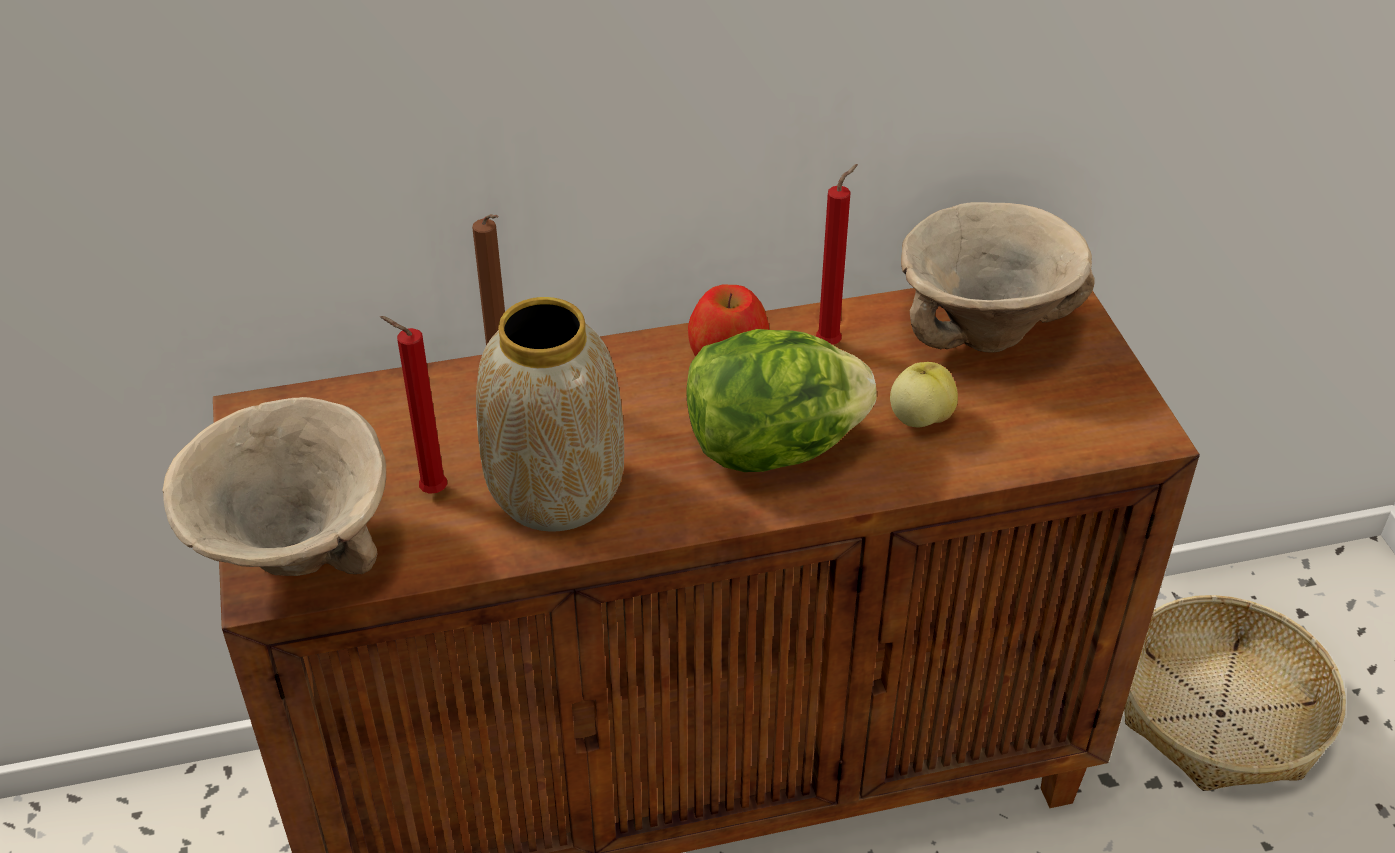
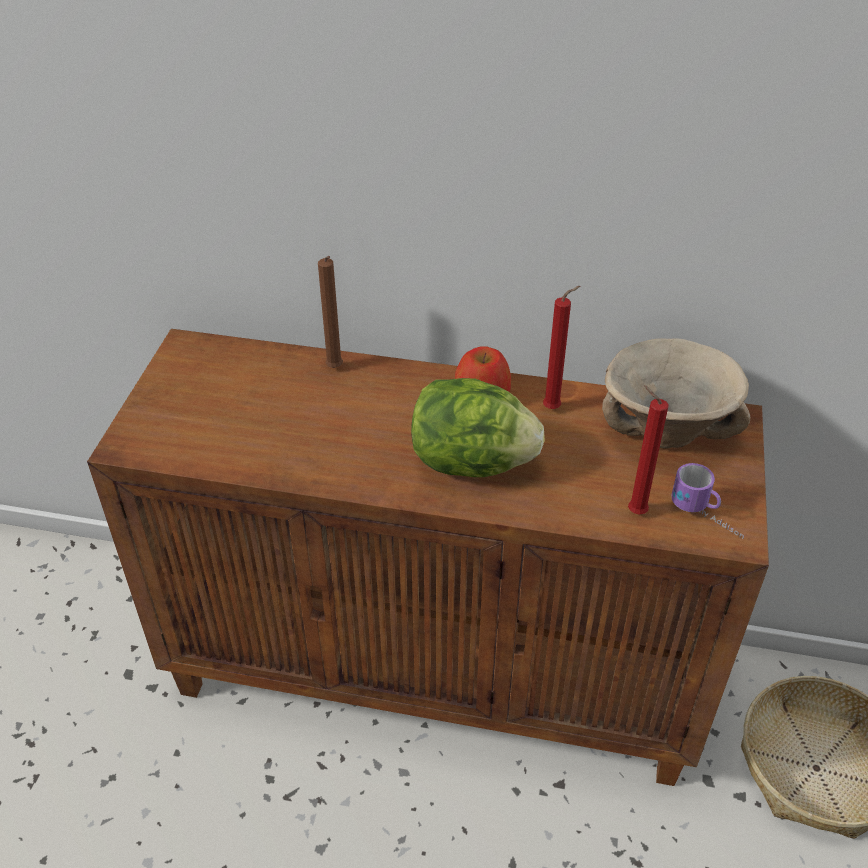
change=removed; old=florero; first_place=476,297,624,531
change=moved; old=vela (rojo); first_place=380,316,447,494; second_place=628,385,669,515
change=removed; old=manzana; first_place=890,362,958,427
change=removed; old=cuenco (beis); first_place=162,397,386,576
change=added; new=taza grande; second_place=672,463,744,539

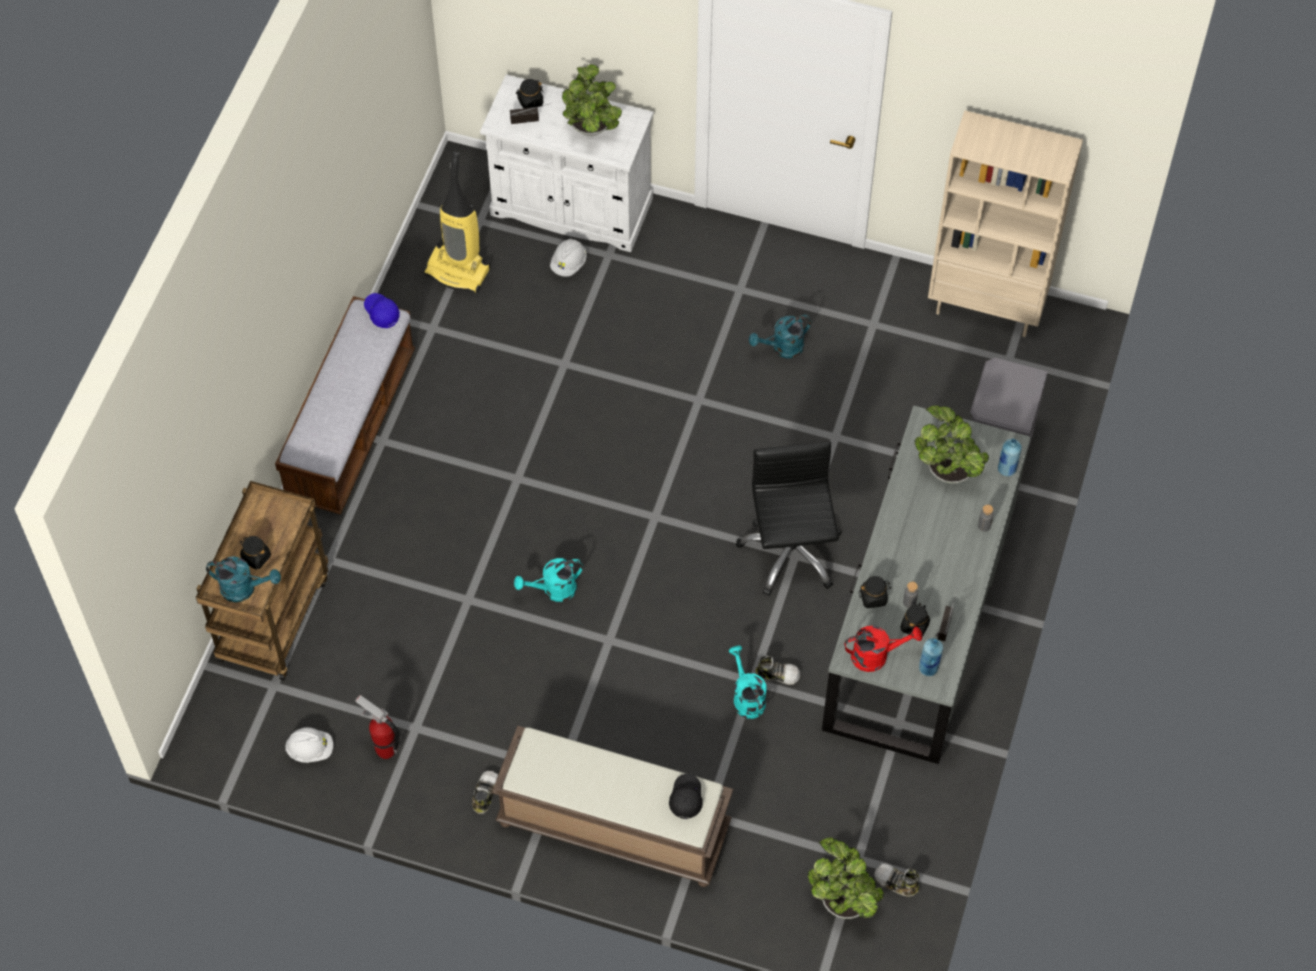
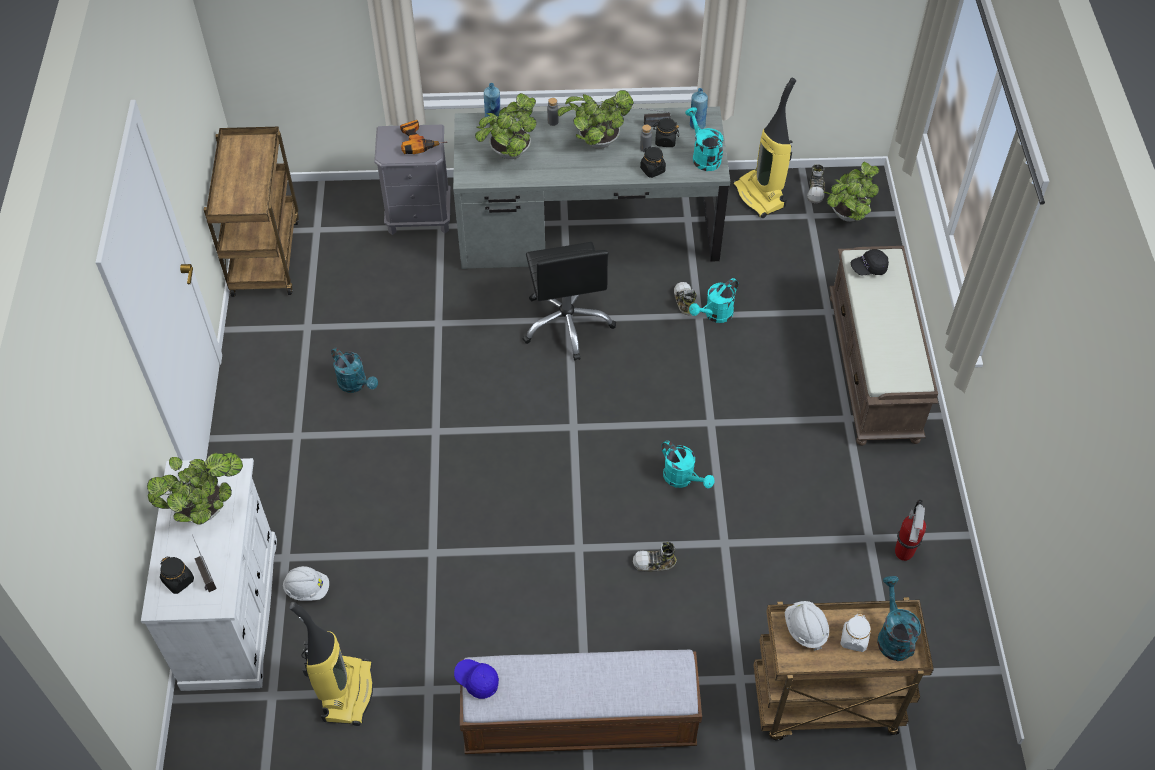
change=replaced; old=estantería (beis); new=carrito (marrón); first_place=928,110,1083,337; second_place=204,127,299,297
change=turned; old=gorra (azul); first_place=364,293,400,328; second_place=454,659,499,699; degrees=90
change=turned; old=silla de oficina (negro); first_place=736,441,842,596; second_place=523,242,616,361; degrees=-75
change=recoloured; old=tarro (negro); new=tarro (blanco); first_place=240,536,271,570; second_place=840,614,871,652
change=recoloured; old=regadera (rojo); new=regadera (turquesa); first_place=844,626,922,672; second_place=685,107,724,171
change=moved; old=casco (blanco); first_place=285,727,333,763; second_place=785,601,829,651
change=moved; old=zapato; first_place=472,771,498,814; second_place=633,542,677,572
change=added; new=aspiradora; second_place=733,77,796,218
change=added; new=planta en maceta; second_place=557,90,634,149
change=added; new=taladro; second_place=400,120,447,154

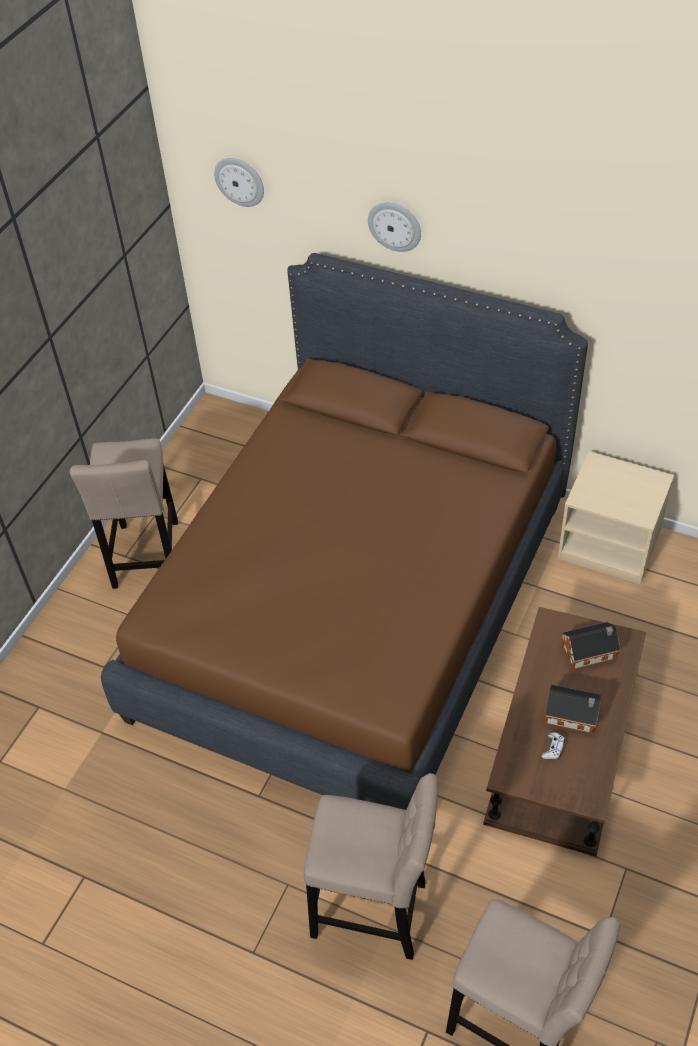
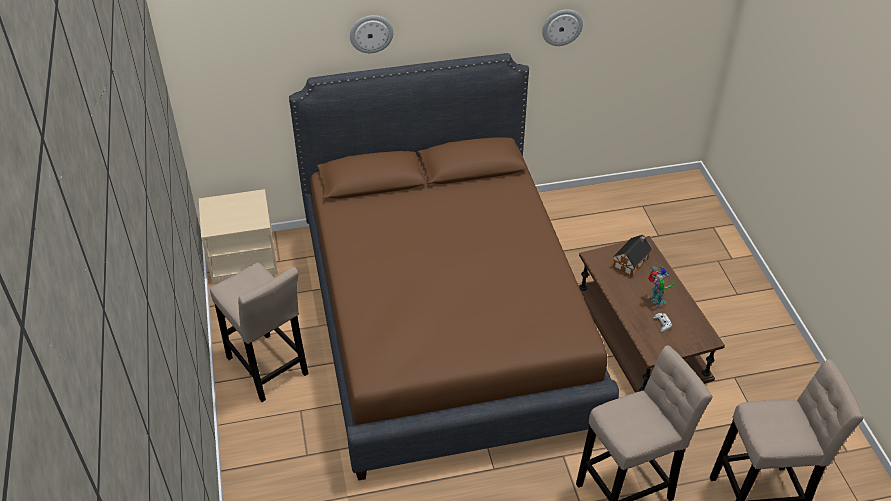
change=moved; old=reloj de pared; first_place=214,158,264,207; second_place=542,9,583,46
change=moved; old=mesita de noche (beis); first_place=558,451,674,585; second_place=199,189,278,284
change=replaced; old=casita; new=robot de juguete; first_place=545,685,601,734; second_place=648,265,675,307

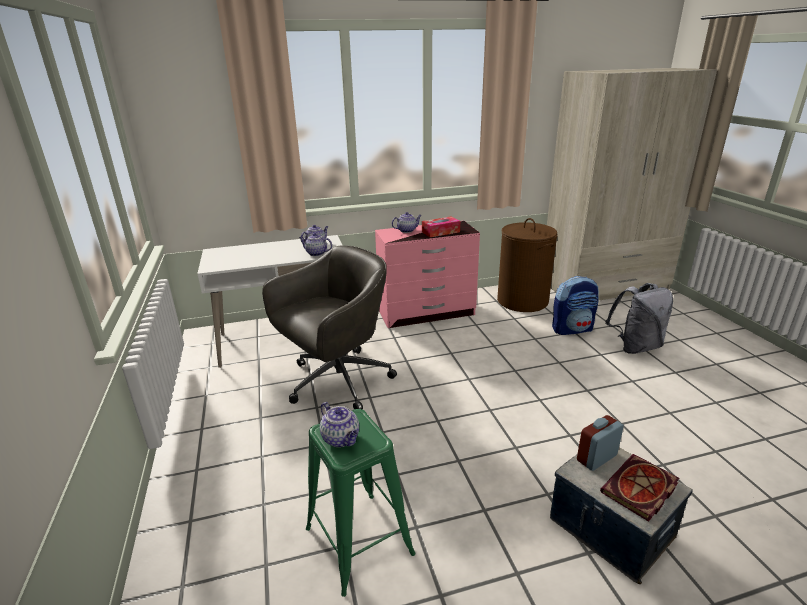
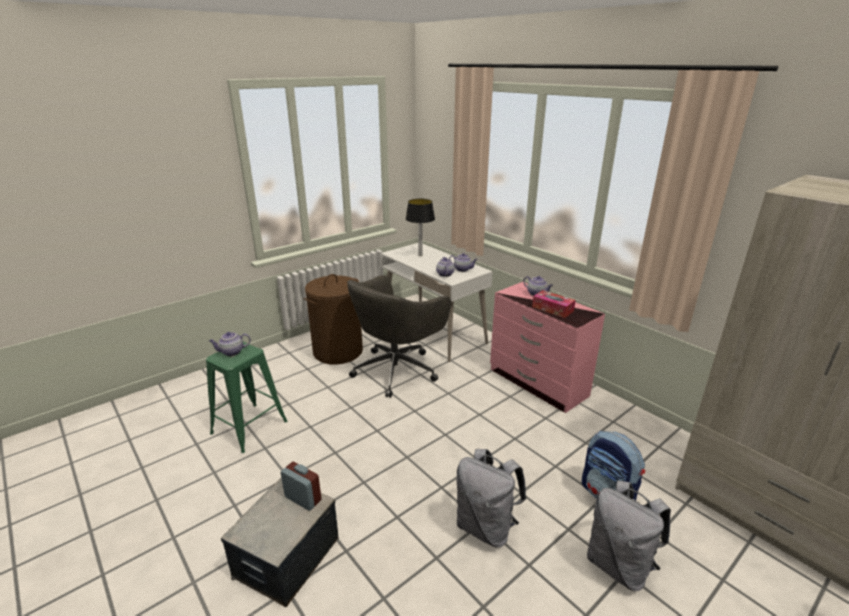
change=moved; old=cesto de la ropa (marrón); first_place=497,218,557,312; second_place=303,274,363,365
change=turned; old=silla de oficina (gris); first_place=262,245,397,410; second_place=347,275,451,398; degrees=105
change=turned; old=tetera; first_place=320,402,359,447; second_place=209,332,251,356; degrees=45
change=removed; old=libro; first_place=600,454,679,522
change=added; new=lámpara de mesa; second_place=406,199,435,256
change=added; new=mochila (gris); second_place=456,449,526,548

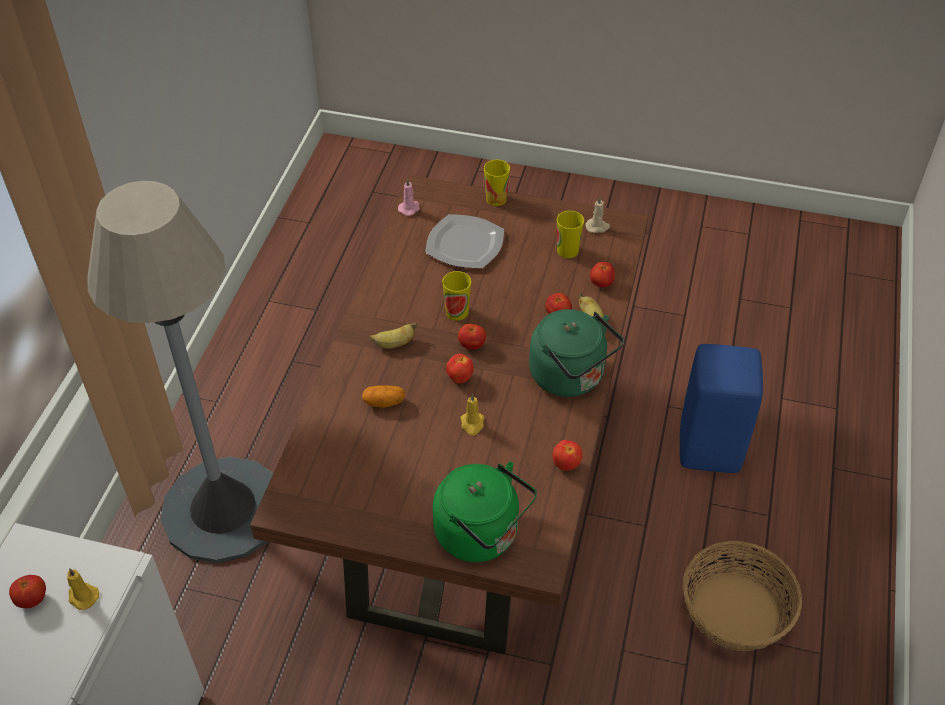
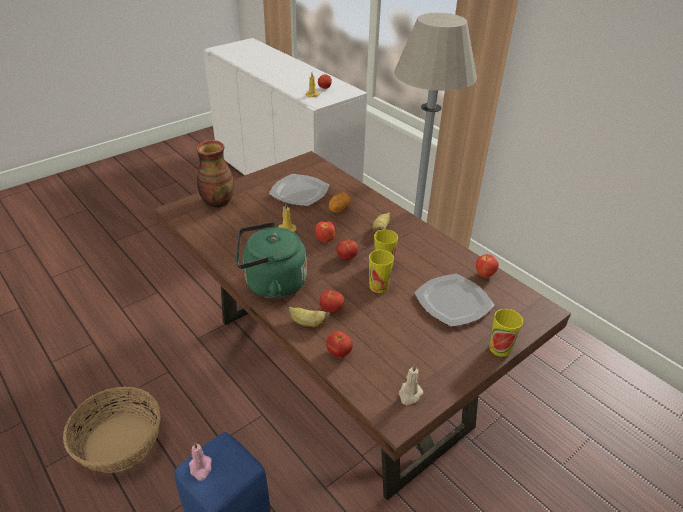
change=moved; old=vela (rosa); first_place=398,178,420,216; second_place=189,442,212,481
change=moved; old=taza; first_place=557,211,584,258; second_place=369,250,394,293
change=moved; old=manzana; first_place=552,440,583,471; second_place=476,254,499,278
change=replaced; old=hervidor (verde); new=florero; first_place=433,461,537,562; second_place=196,140,234,208
change=added; new=plato; second_place=269,174,329,206

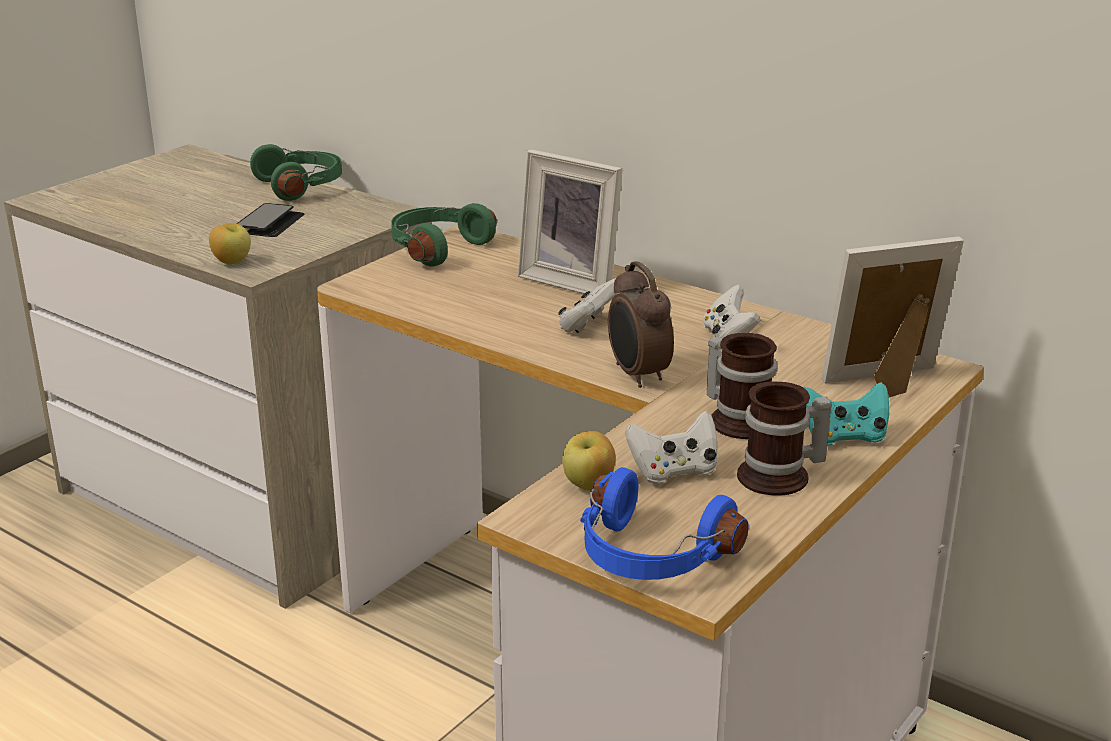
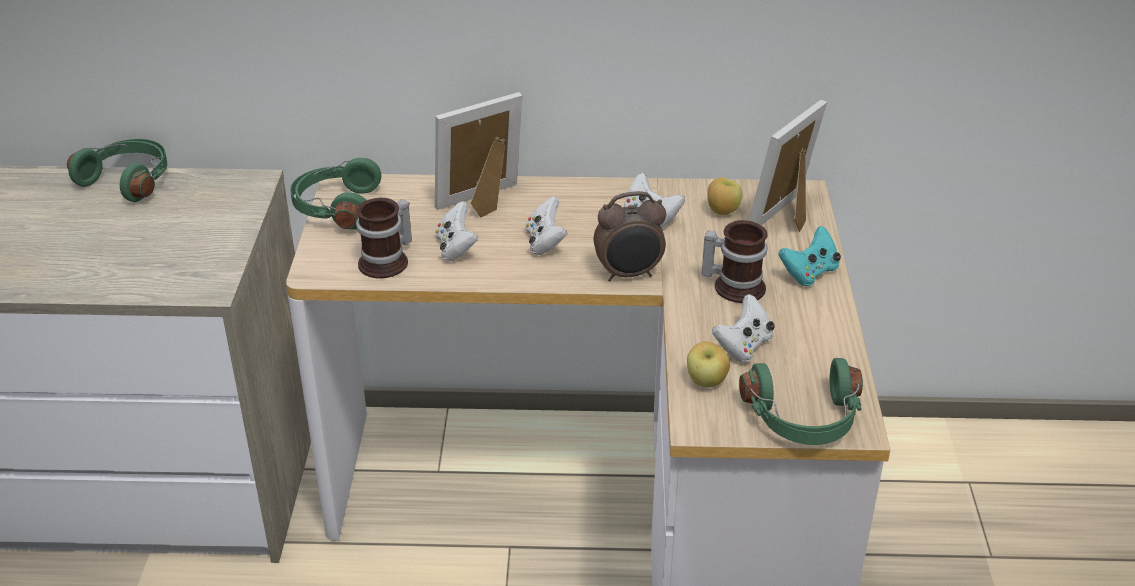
change=turned; old=portarretratos; first_place=518,149,623,294; second_place=435,92,522,218; degrees=150
change=removed; old=móvil; first_place=237,203,305,237
change=moved; old=manzana; first_place=209,223,251,265; second_place=707,177,742,215
change=turned; old=despertador; first_place=608,261,674,388; second_place=594,191,666,282; degrees=-45
change=moved; old=taza grande; first_place=737,381,832,496; second_place=356,198,412,279
change=recoloured; old=auriculares (azul); new=auriculares (verde); first_place=580,467,749,580; second_place=739,358,863,445
change=added; new=mando de consola (blanco); second_place=435,201,478,261

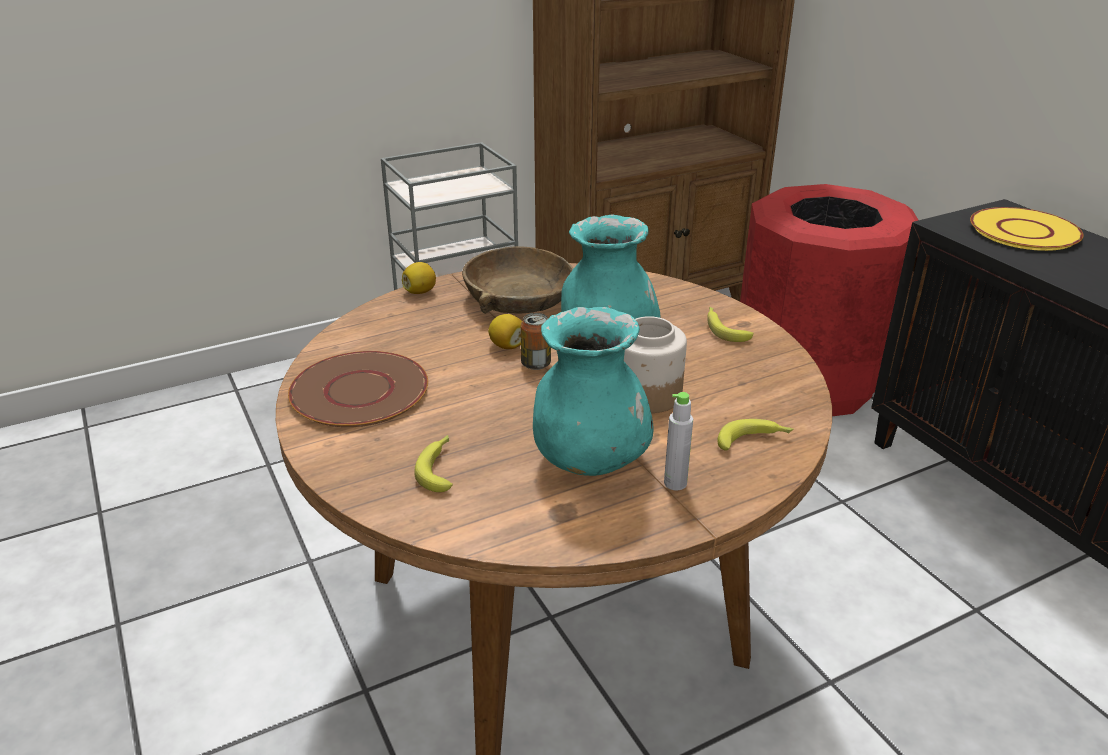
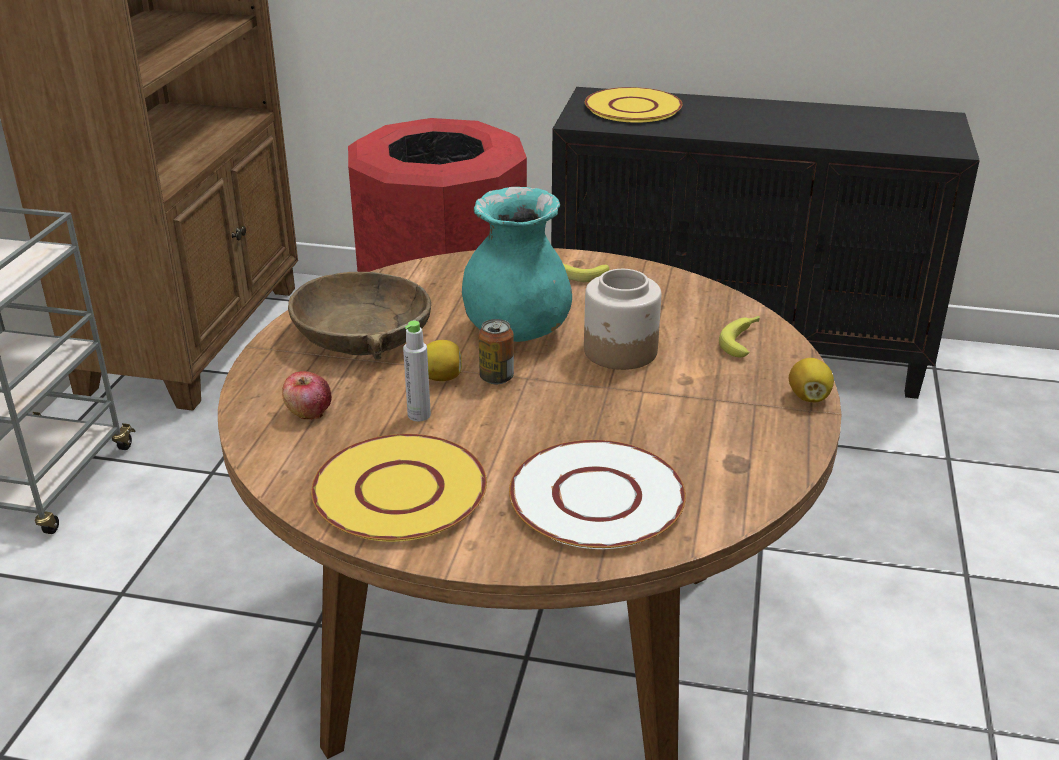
change=moved; old=limón; first_place=402,262,436,294; second_place=789,358,834,402
change=removed; old=florero (turquesa); first_place=533,307,654,476
change=recoloured; old=plato (marrón); new=plato (amarillo); first_place=288,351,428,427; second_place=311,434,487,542
change=moved; old=botella (gris); first_place=664,392,693,491; second_place=403,321,431,421
change=replaced; old=plátano; new=plato (blanco); first_place=414,435,453,492; second_place=509,440,686,549
change=added; new=manzana; second_place=282,371,332,420

